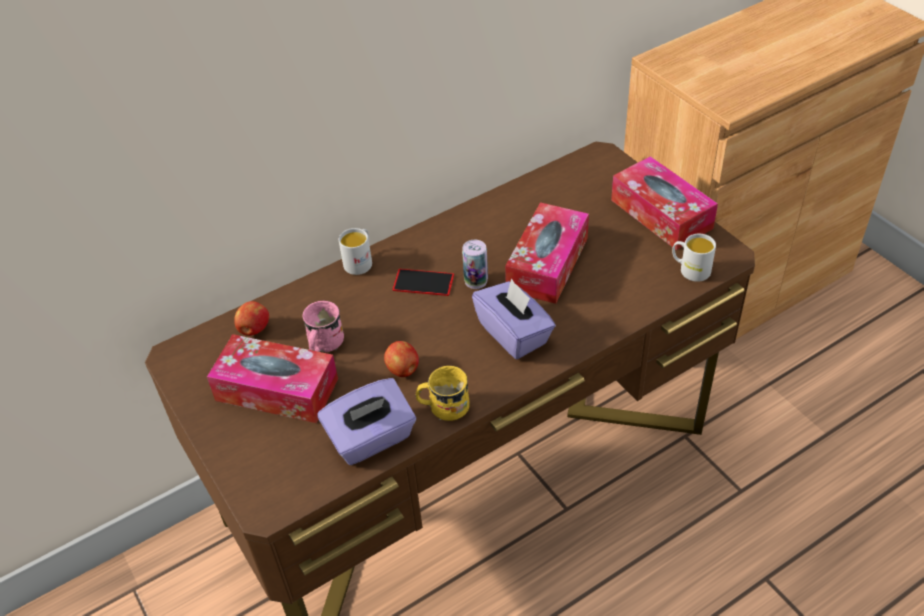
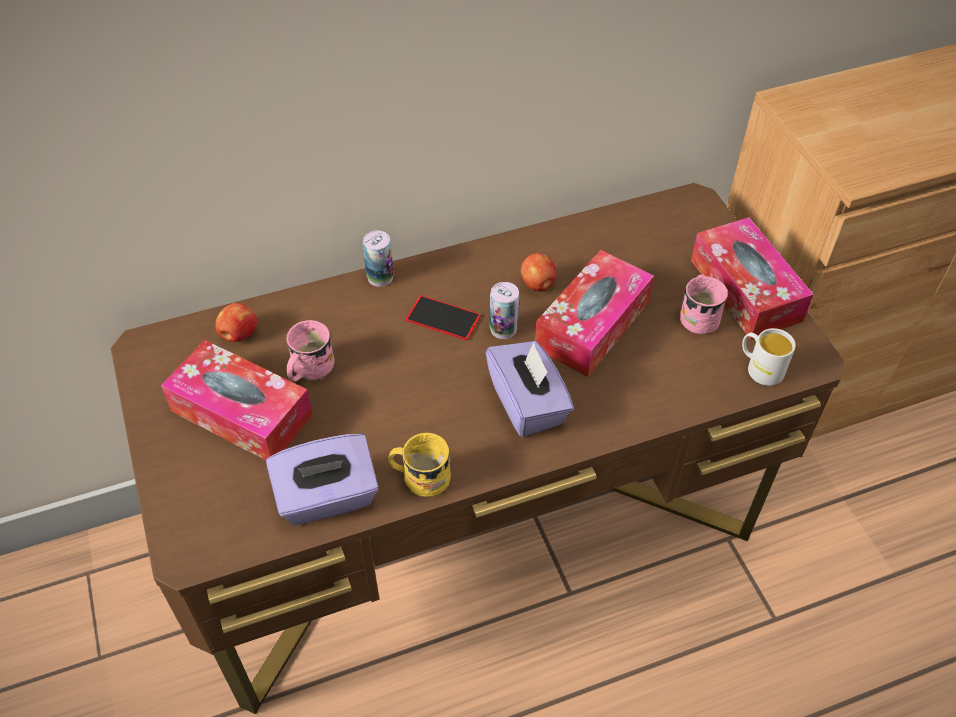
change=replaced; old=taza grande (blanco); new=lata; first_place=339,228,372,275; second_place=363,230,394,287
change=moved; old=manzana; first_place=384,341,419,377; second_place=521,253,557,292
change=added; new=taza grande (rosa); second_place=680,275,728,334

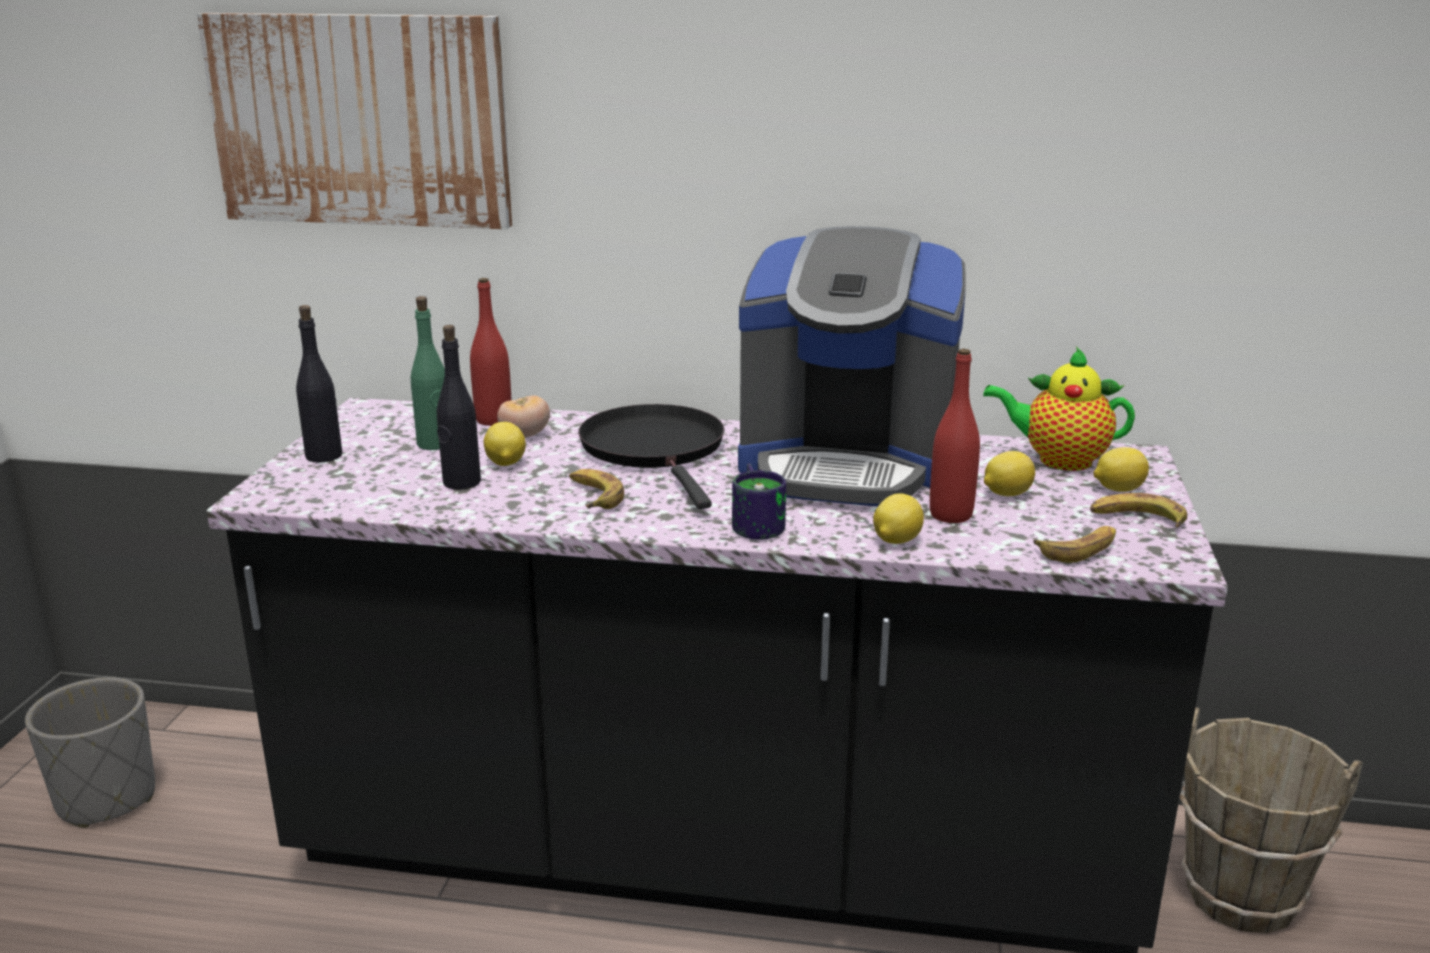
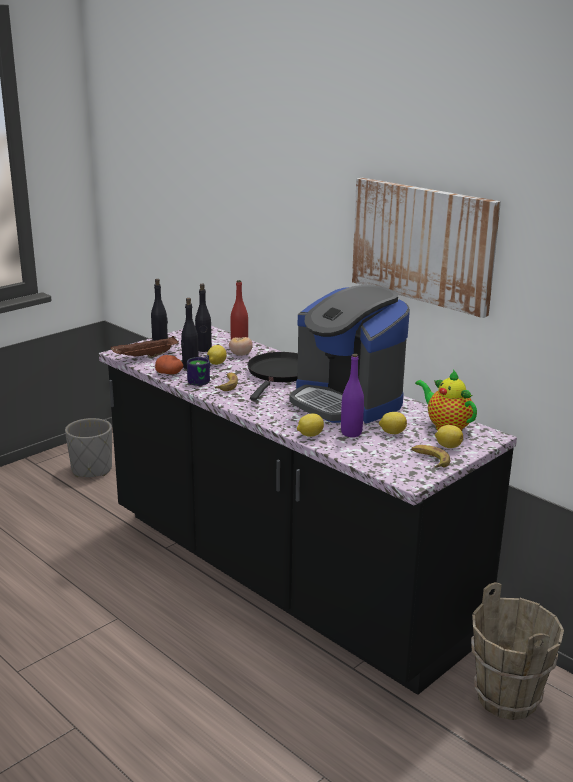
change=moved; old=cuadro; first_place=197,13,512,229; second_place=352,178,501,318
change=recoloured; old=botella (verde); new=botella (negro); first_place=411,296,445,450; second_place=195,284,212,352
change=recoloured; old=botella (rojo); new=botella (morado); first_place=930,349,980,523; second_place=341,354,364,437
change=moved; old=taza grande; first_place=732,463,786,540; second_place=187,355,210,386
change=removed; old=plátano; first_place=1034,526,1116,563
change=added; new=bandeja (marrón); second_place=111,336,179,358
change=added; new=patata; second_place=155,355,183,374

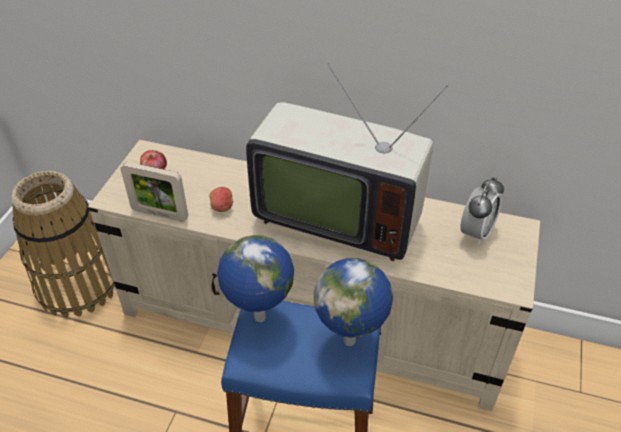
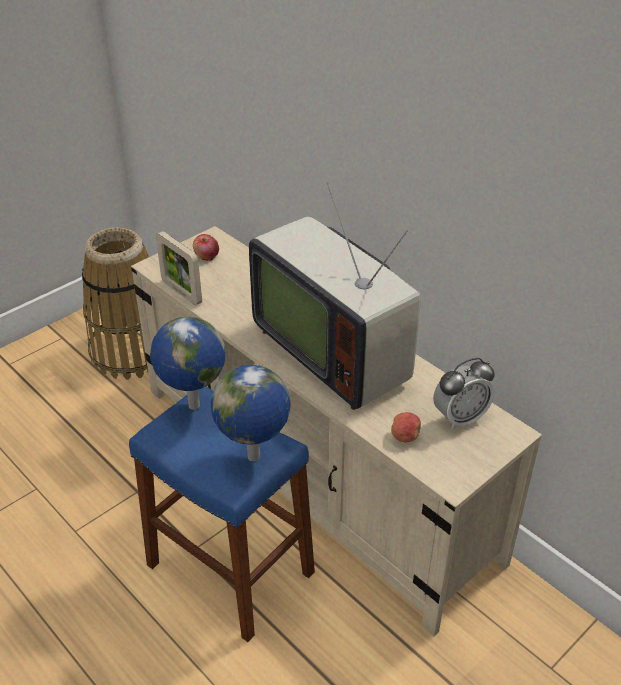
change=moved; old=manzana; first_place=209,187,234,212; second_place=391,412,421,442

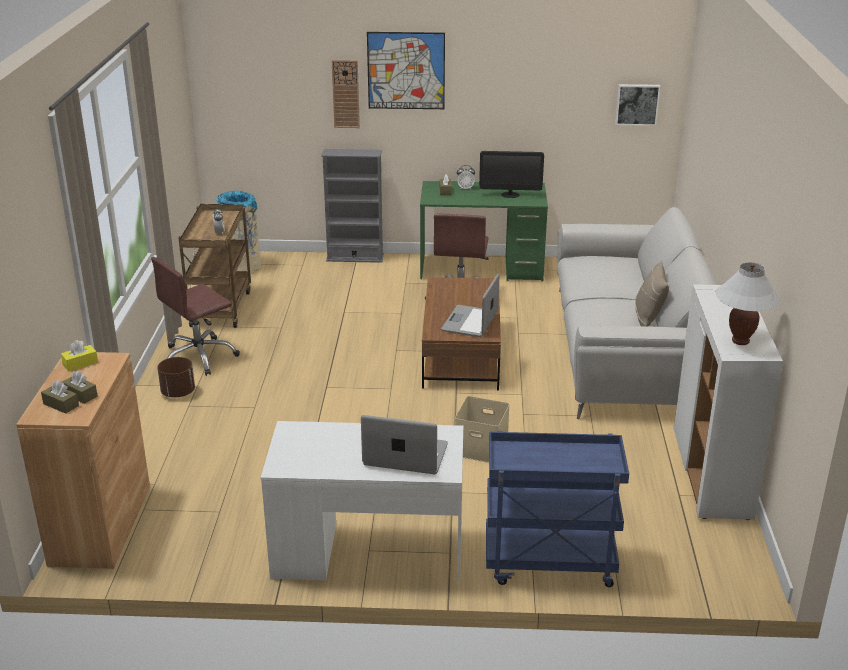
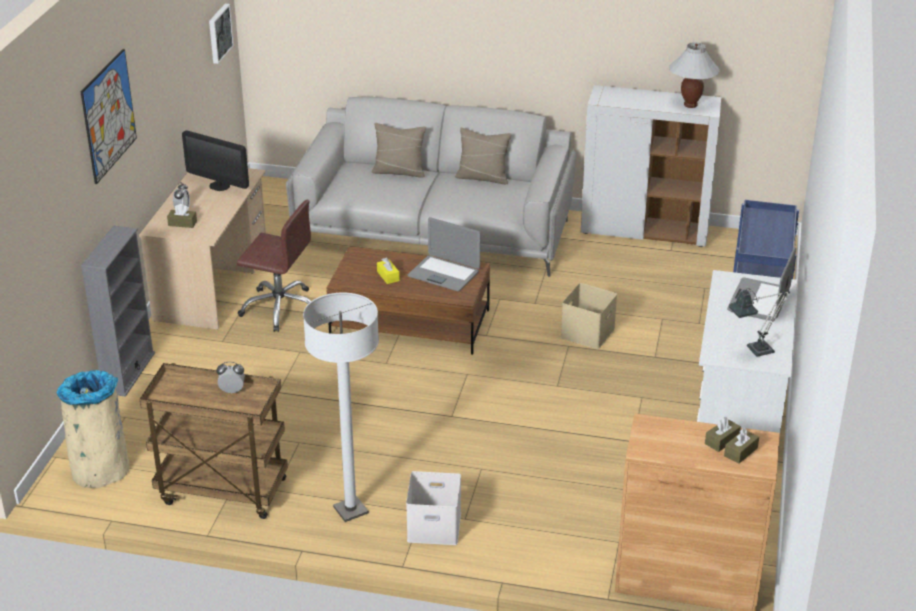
change=removed; old=reloj de pared; first_place=332,60,360,128
change=turned; old=monitor; first_place=479,151,544,198; second_place=182,130,249,191; degrees=105
change=recoloured; old=escritorio (verde); new=escritorio (beis); first_place=420,181,548,282; second_place=139,168,266,330
change=replaced; old=silla de oficina (marrón); new=lámpara de pie (blanco); first_place=151,257,240,376; second_place=303,293,379,522
change=moved; old=caja de pañuelos (amarillo); first_place=61,340,98,372; second_place=377,258,400,284
change=replaced; old=maceta (marrón); new=caja de almacenaje (blanco); first_place=157,357,195,398; second_place=406,471,461,545
change=added; new=cojín (beis); second_place=372,123,426,178
change=added; new=lámpara de mesa; second_place=729,288,790,357

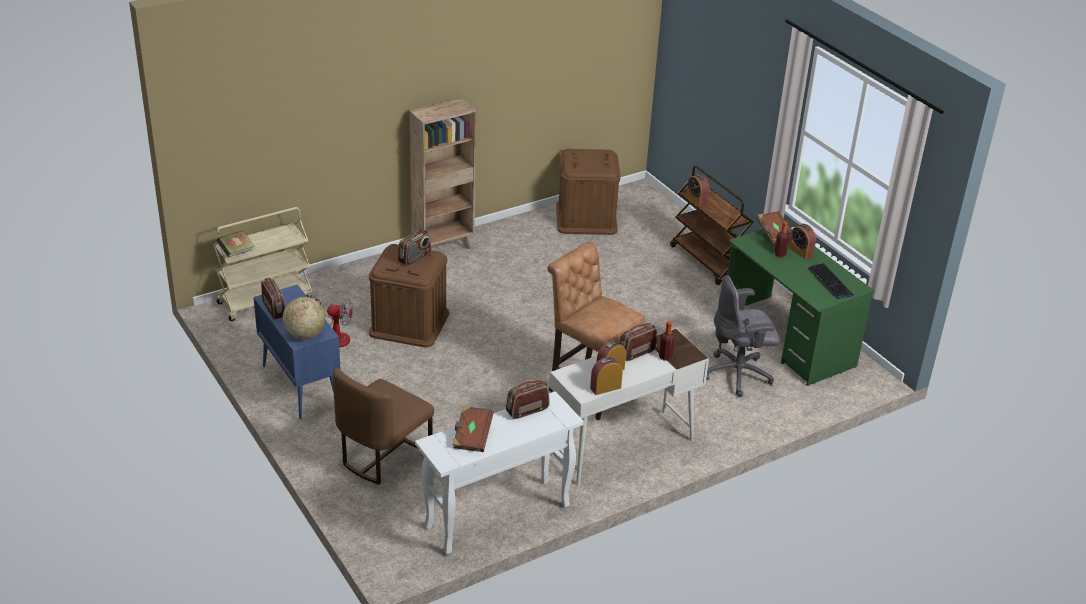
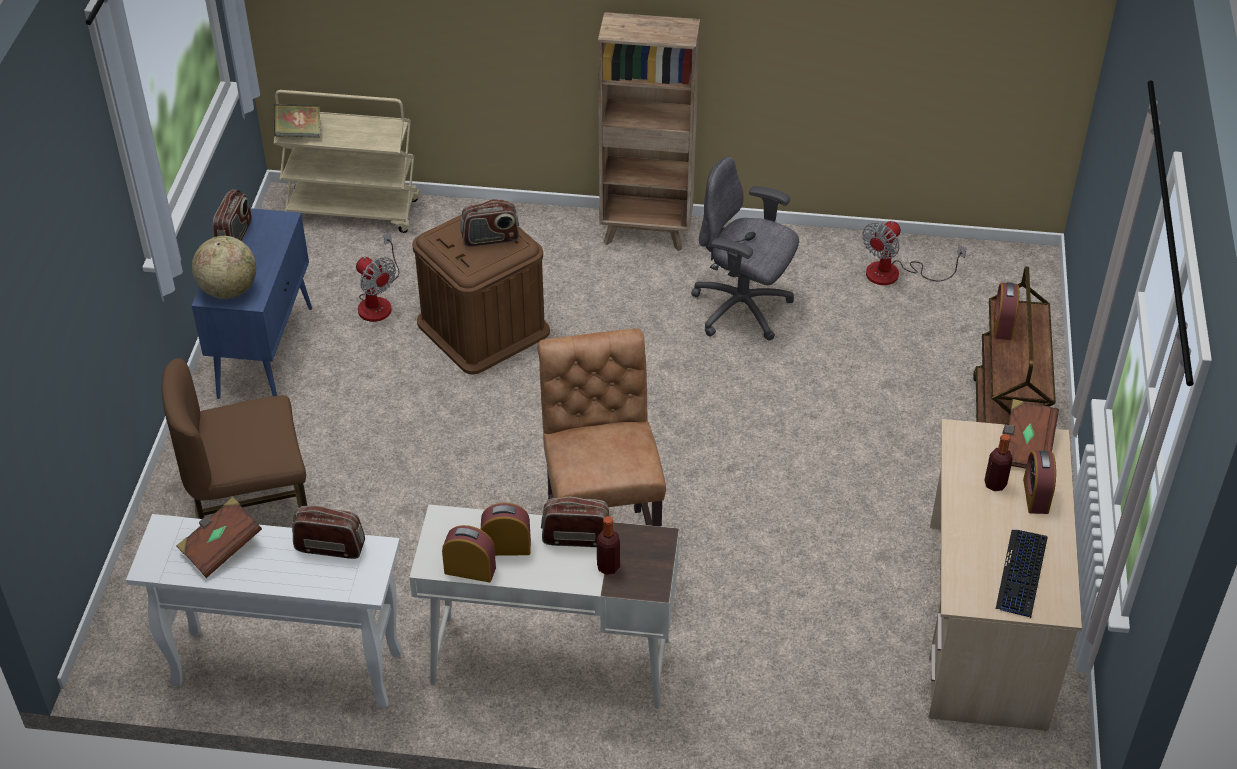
change=replaced; old=caja de almacenaje (marrón); new=ventilador; first_place=556,149,621,235; second_place=862,221,966,285
change=recoloured; old=escritorio (verde); new=escritorio (beis); first_place=727,227,875,386; second_place=929,419,1082,731
change=moved; old=silla de oficina (gris); first_place=706,275,780,397; second_place=691,157,799,341

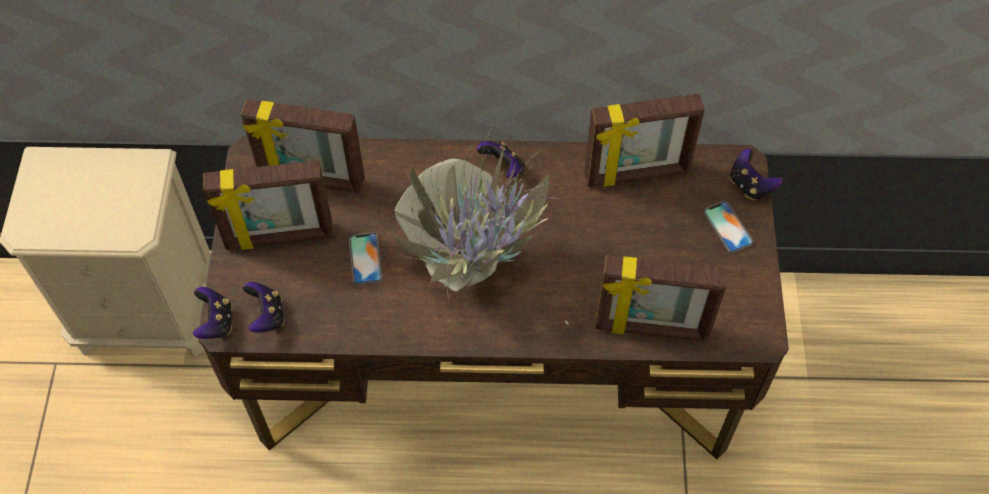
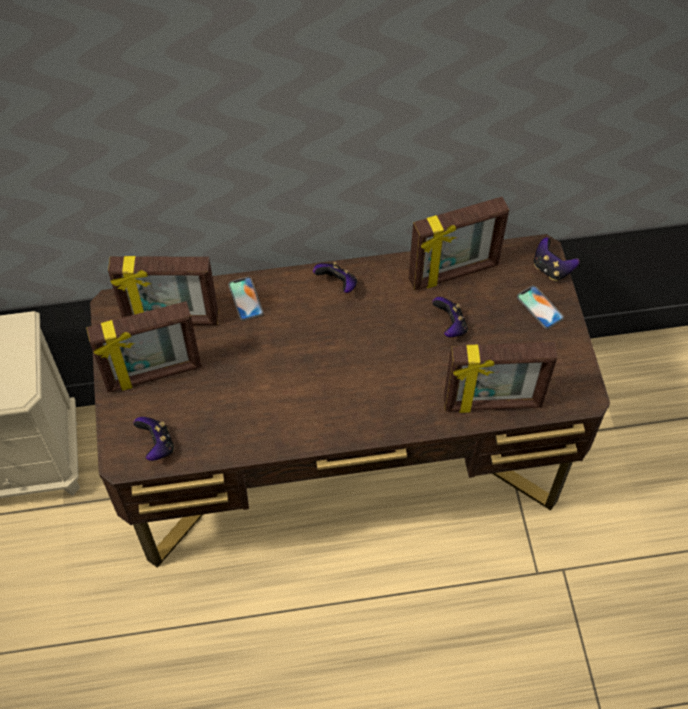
change=removed; old=planta en maceta; first_place=394,126,569,325
change=moved; old=móvil; first_place=349,232,382,285; second_place=228,277,264,321
change=moved; old=mando de consola; first_place=193,287,232,339; second_place=432,297,468,337

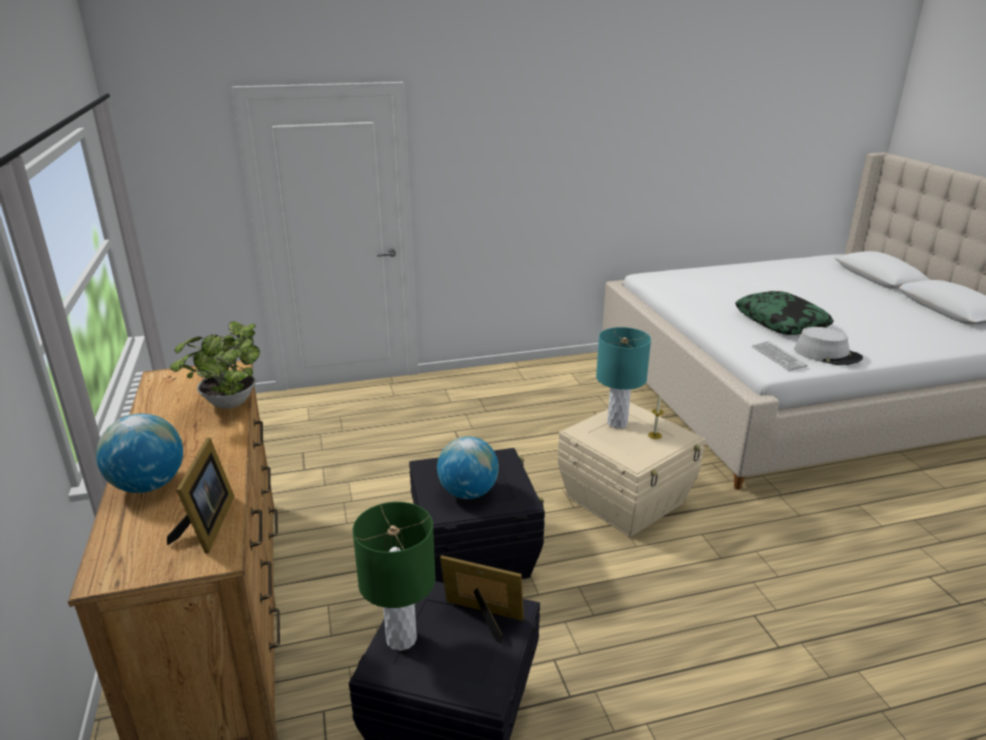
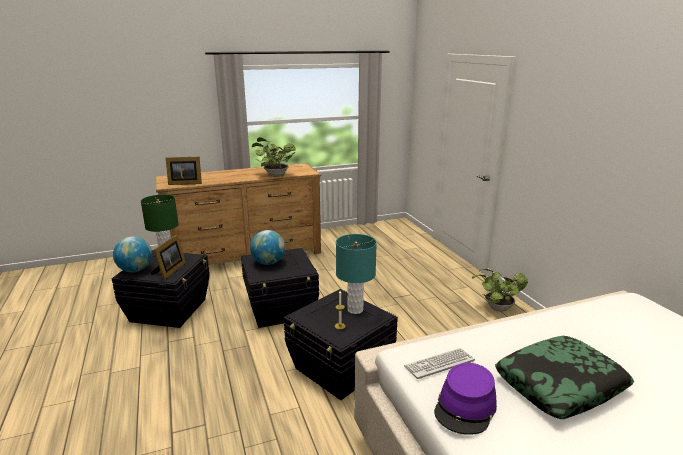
change=recoloured; old=sombrero (gris); new=sombrero (morado); first_place=794,327,863,365; second_place=434,363,497,435
change=recoloured; old=caja de almacenaje (beis); new=caja de almacenaje (negro); first_place=558,402,705,537; second_place=284,289,398,400
change=moved; old=globo terráqueo; first_place=96,414,183,493; second_place=113,236,152,272
change=added; new=planta en maceta; second_place=472,269,528,312

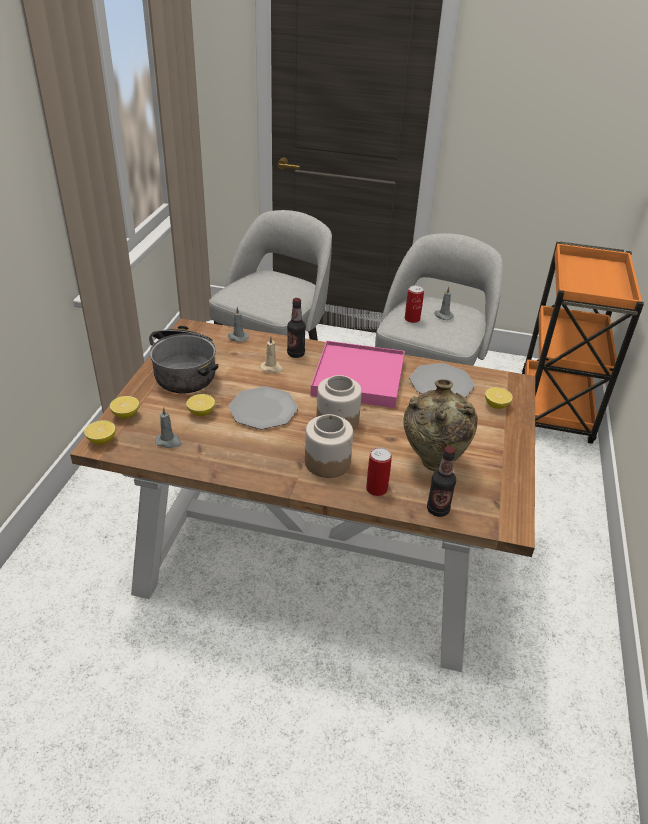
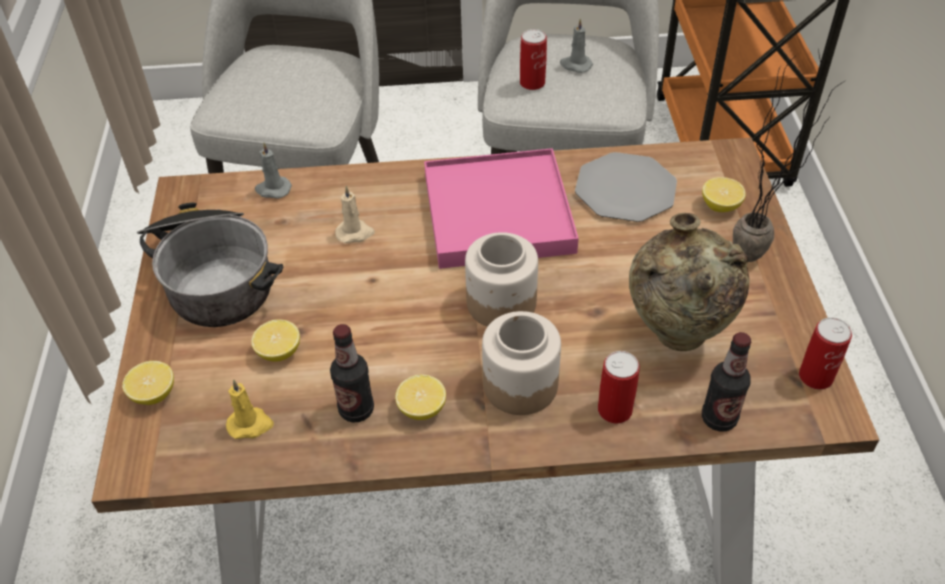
change=moved; old=botella; first_place=287,298,306,358; second_place=330,324,374,422
change=removed; old=plato; first_place=228,386,298,429
change=recoloured; old=vela (gris); new=vela (amarillo); first_place=155,407,182,448; second_place=226,379,274,439
change=moved; old=limón; first_place=84,420,115,444; second_place=395,375,446,420
change=added; new=planta en maceta; second_place=733,48,845,262
change=added; new=lata; second_place=799,317,852,390

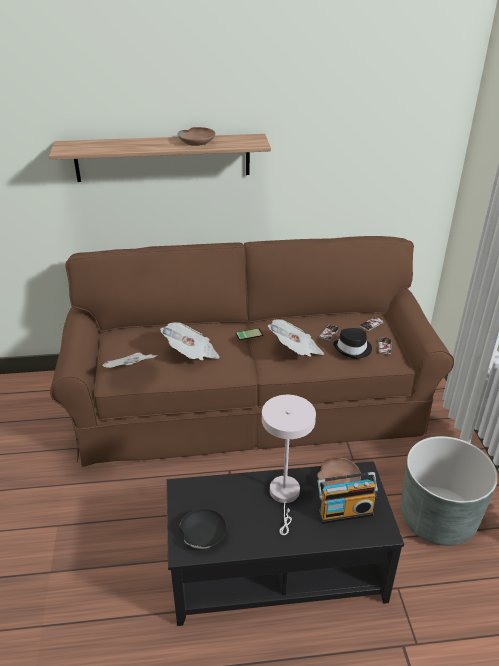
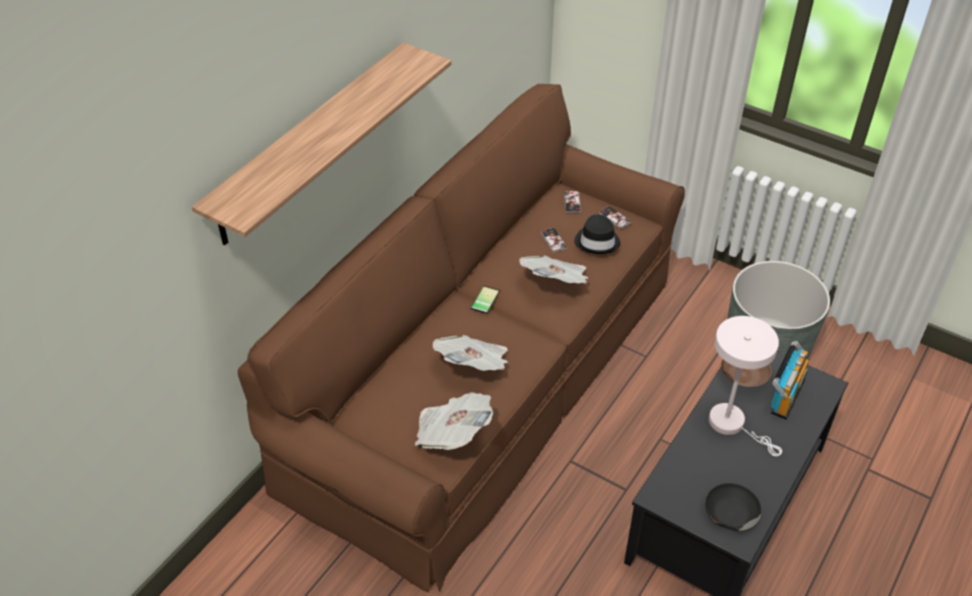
change=removed; old=cuenco (marrón); first_place=177,127,216,146

